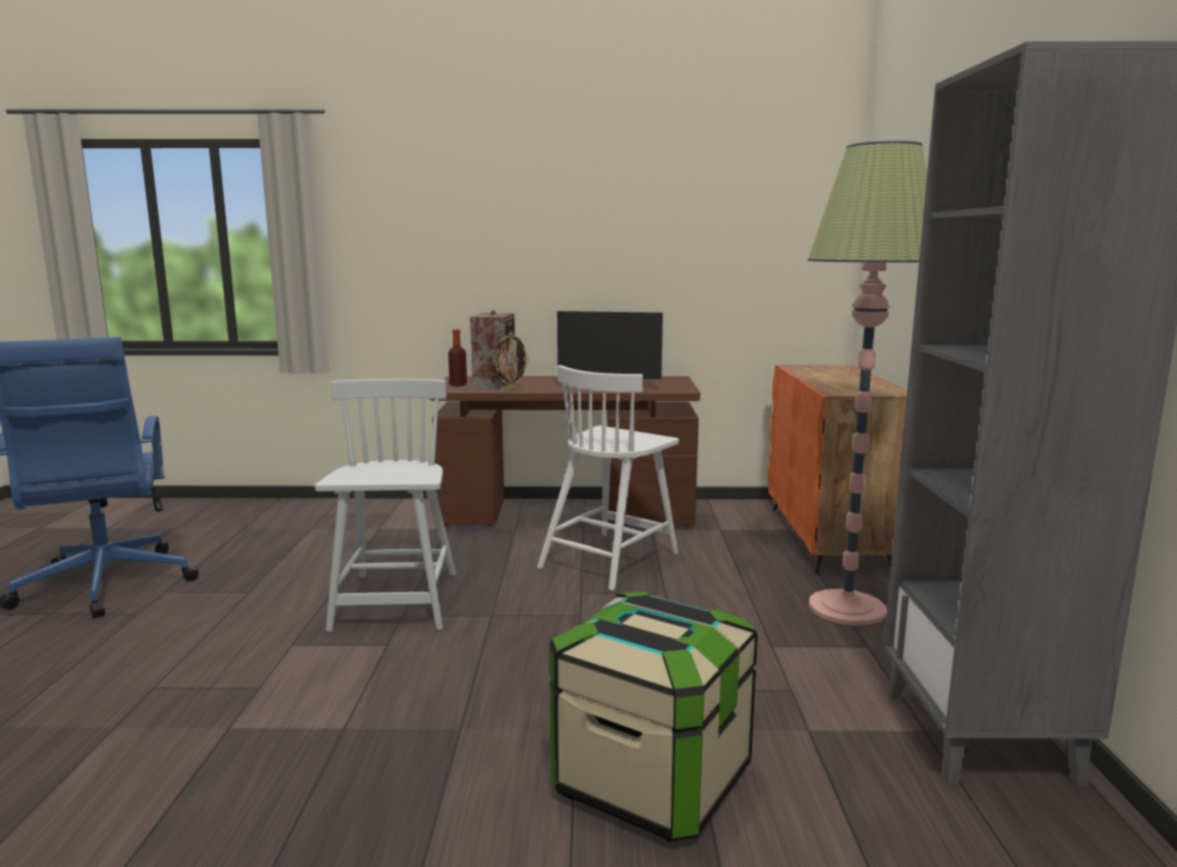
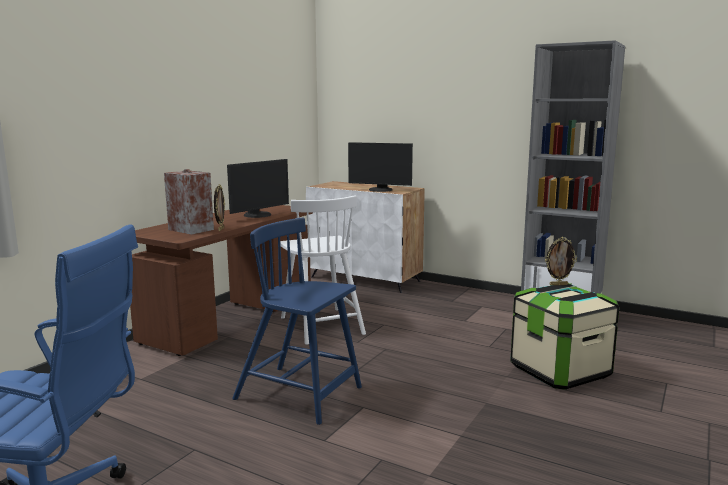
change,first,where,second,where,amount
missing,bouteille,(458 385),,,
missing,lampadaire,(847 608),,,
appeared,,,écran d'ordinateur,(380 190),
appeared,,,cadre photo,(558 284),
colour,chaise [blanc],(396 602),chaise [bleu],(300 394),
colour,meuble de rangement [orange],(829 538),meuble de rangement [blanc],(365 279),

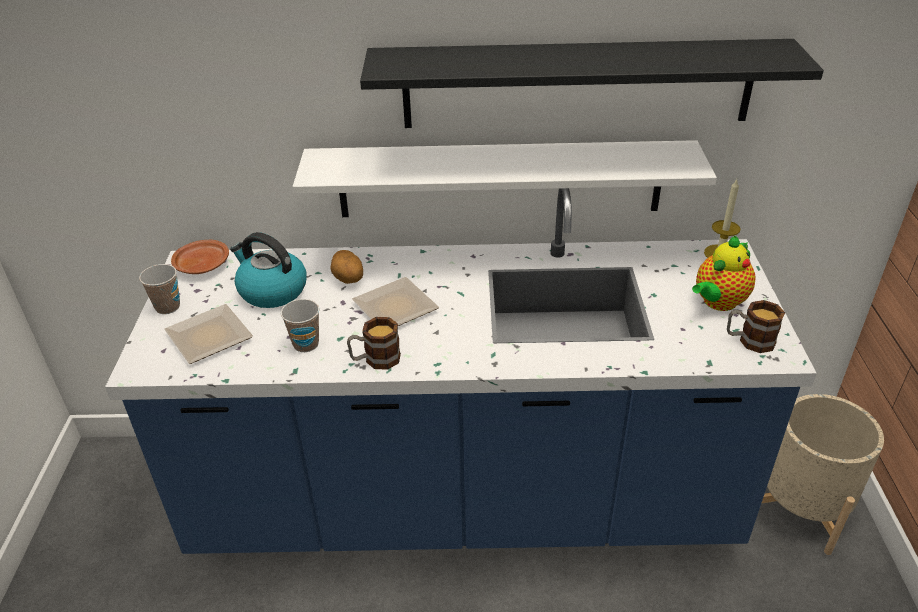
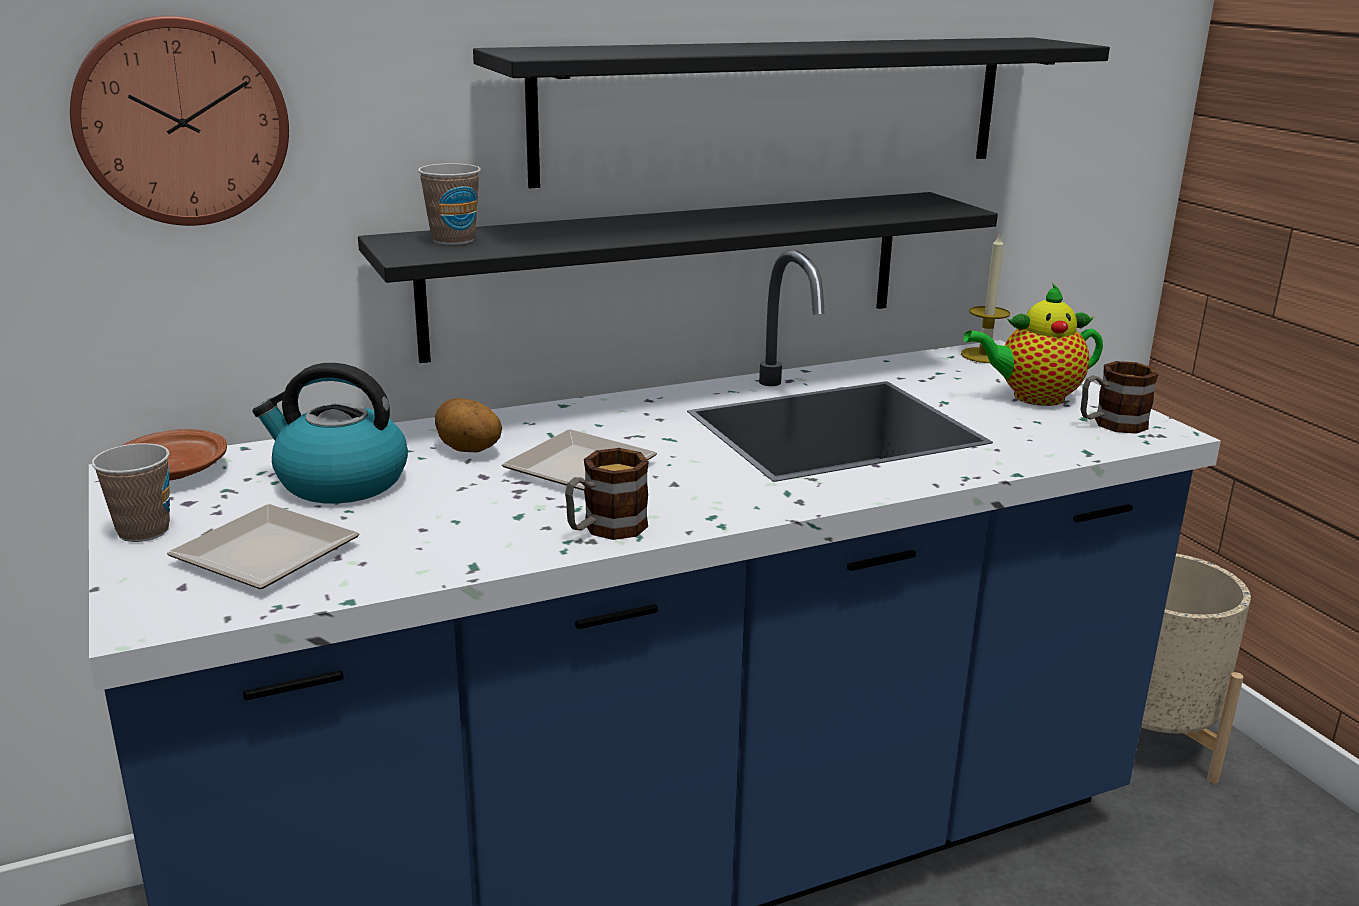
change,first,where,second,where,amount
appeared,,,horloge murale,(181 121),
relocated,tasse,(306 344),,(453 240),
colour,étagère [blanc],(500 179),étagère [noir],(671 273),
spun,théière,(718 302),,(1032 397),60 degrees clockwise

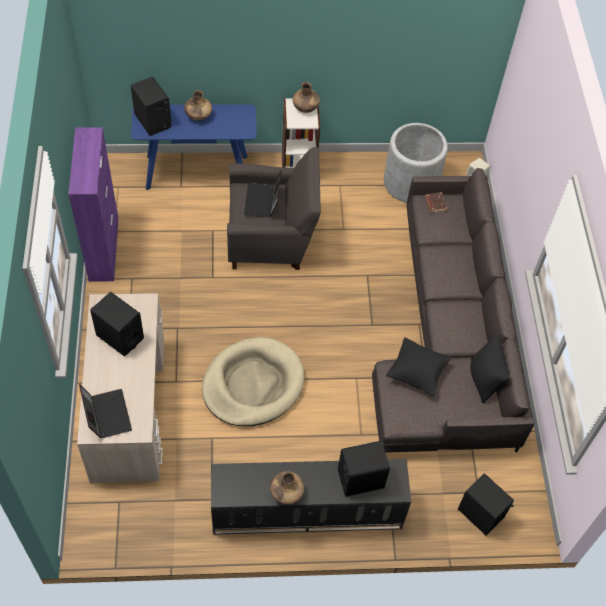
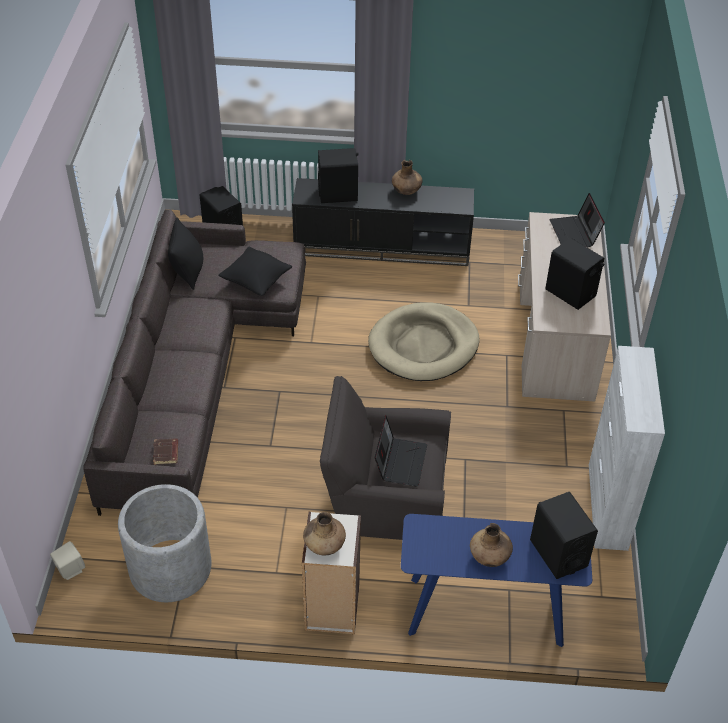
change,first,where,second,where,amount
colour,meuble de rangement [violet],(104 248),meuble de rangement [blanc],(607 507),

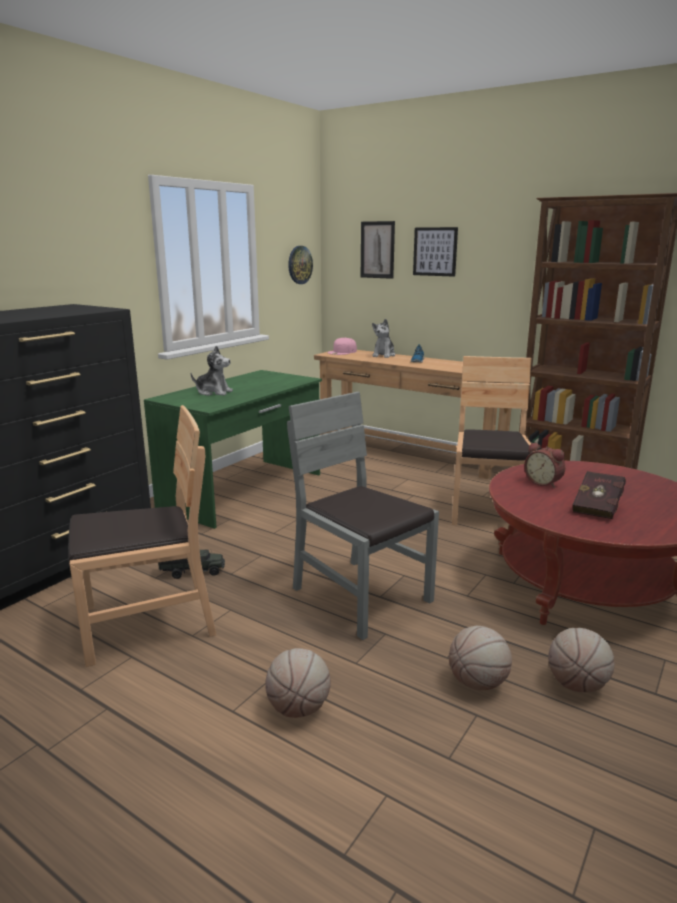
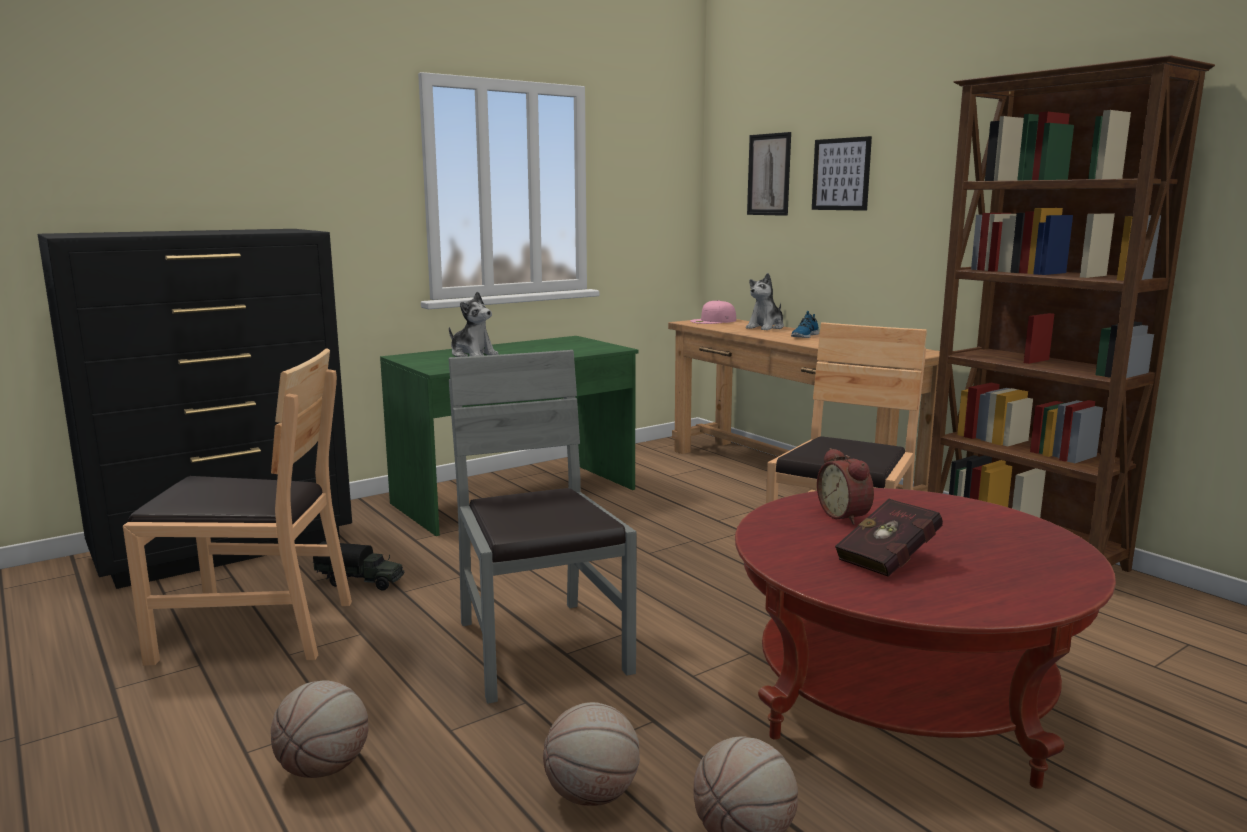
change,first,where,second,where,amount
missing,horloge murale,(299 265),,,

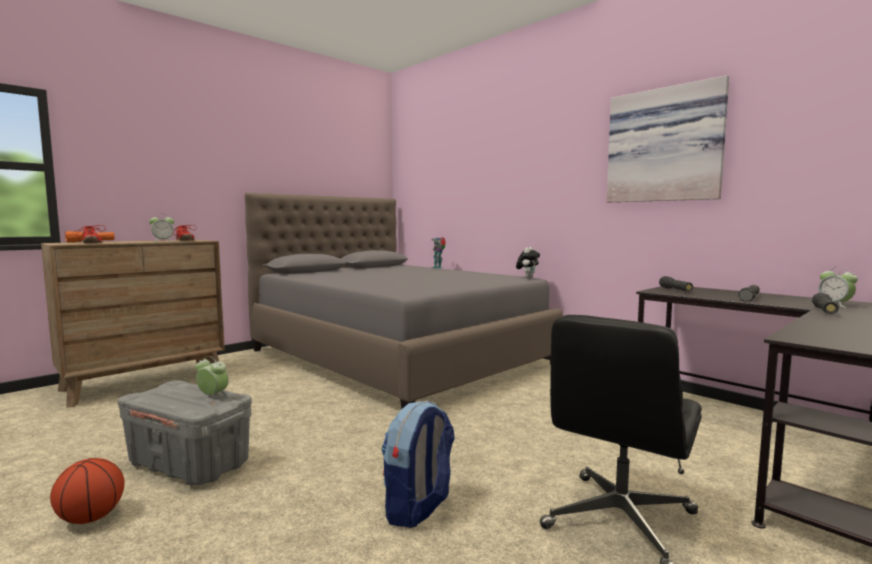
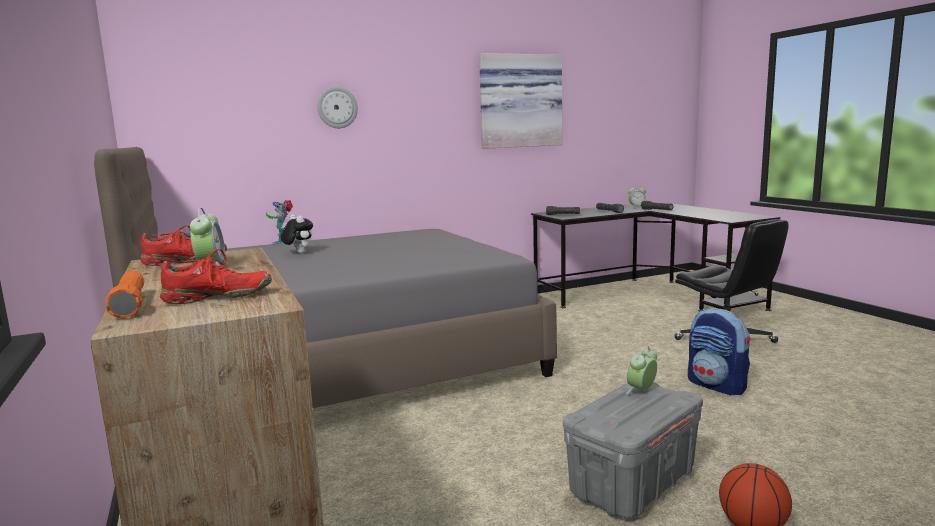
change,first,where,second,where,amount
appeared,,,horloge murale,(337 107),
relocated,peluche,(527 277),,(298 253),

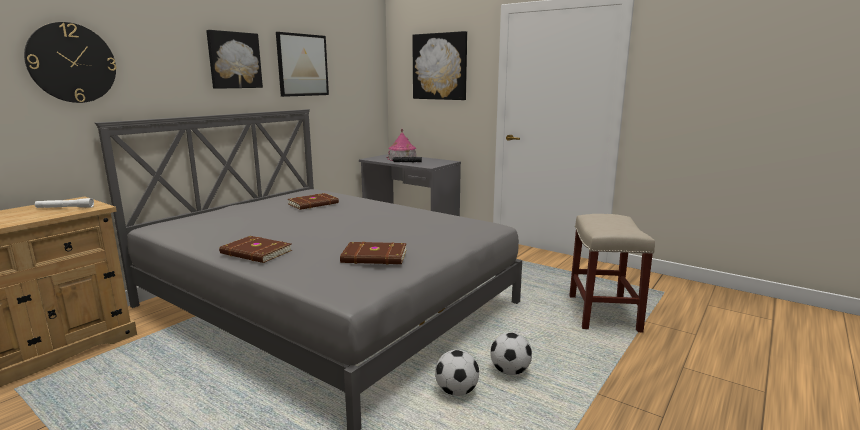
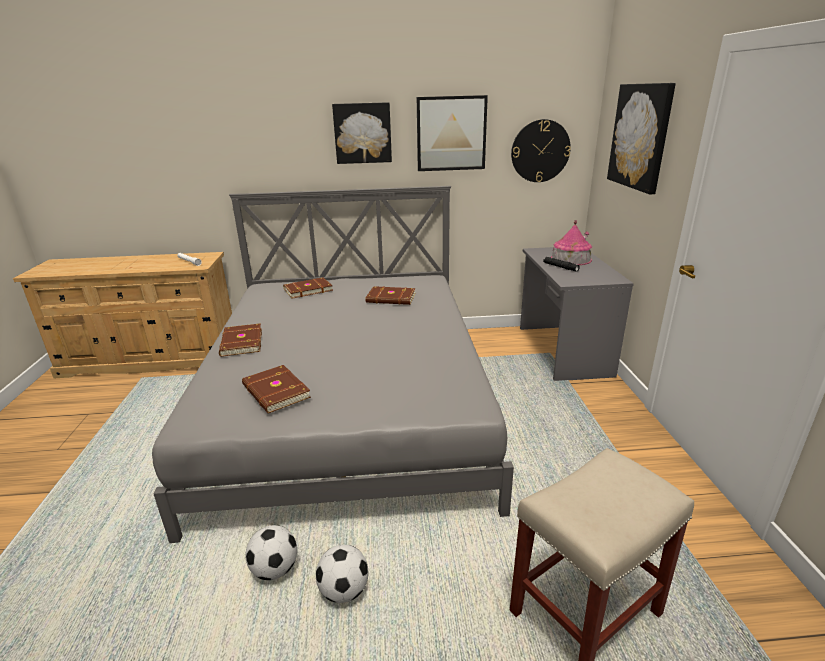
change,first,where,second,where,amount
appeared,,,livre [marron],(307 289),
relocated,horloge murale,(72 63),,(540 151),

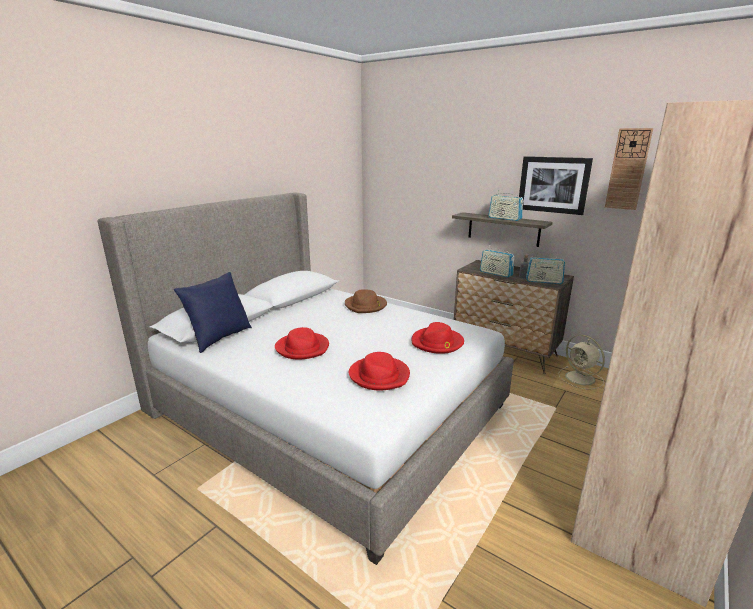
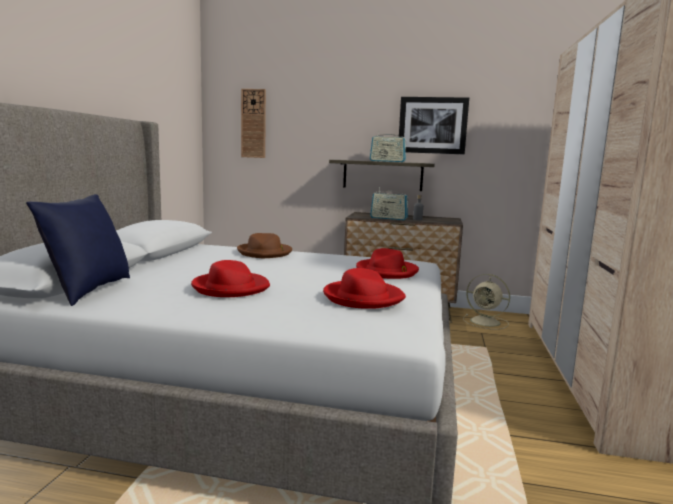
change,first,where,second,where,amount
missing,radio,(544 281),,,
relocated,horloge murale,(628 169),,(253 123),

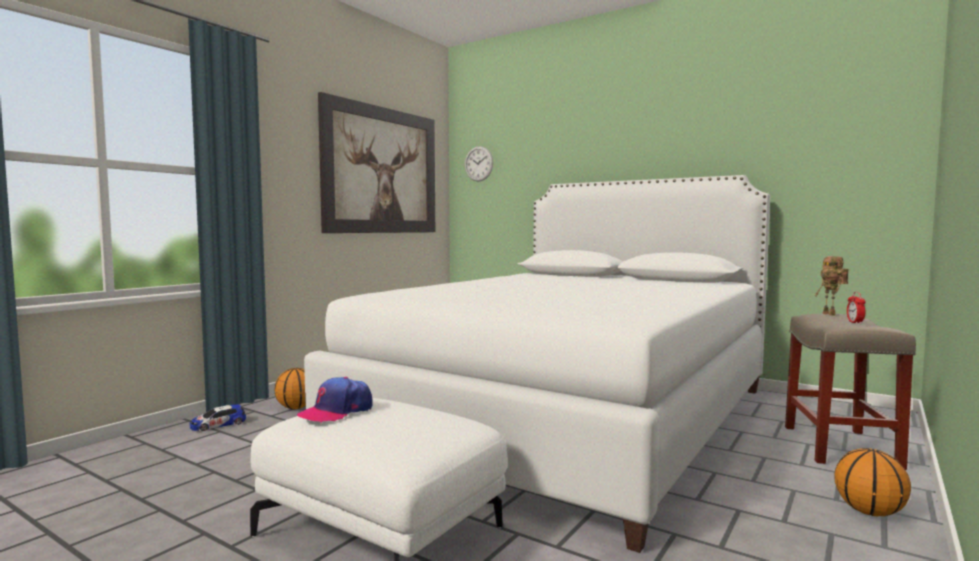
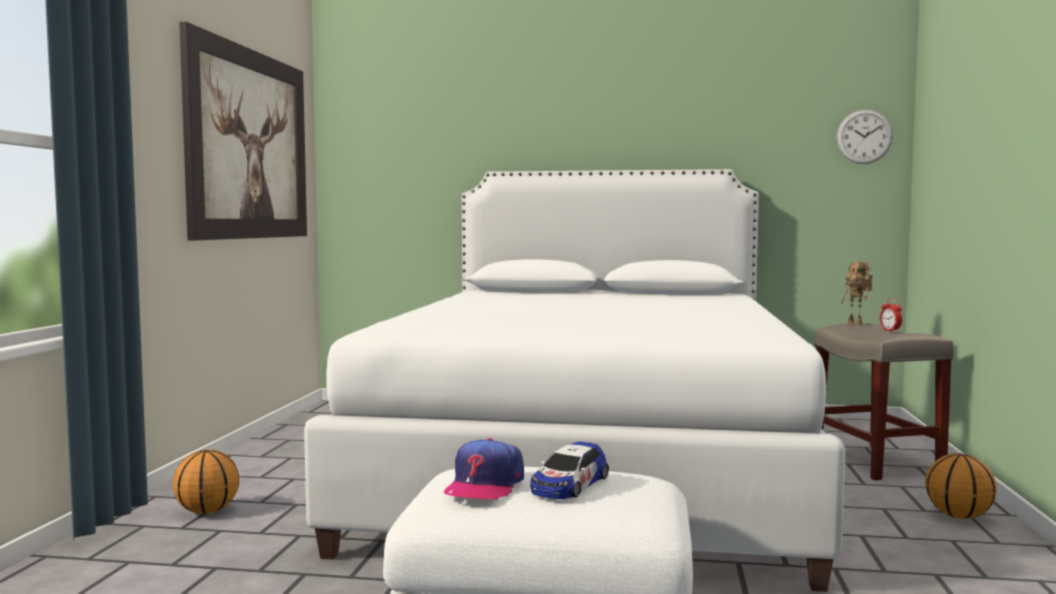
change,first,where,second,where,amount
relocated,petite voiture,(218 424),,(569 484),
relocated,horloge murale,(478 163),,(864 136),

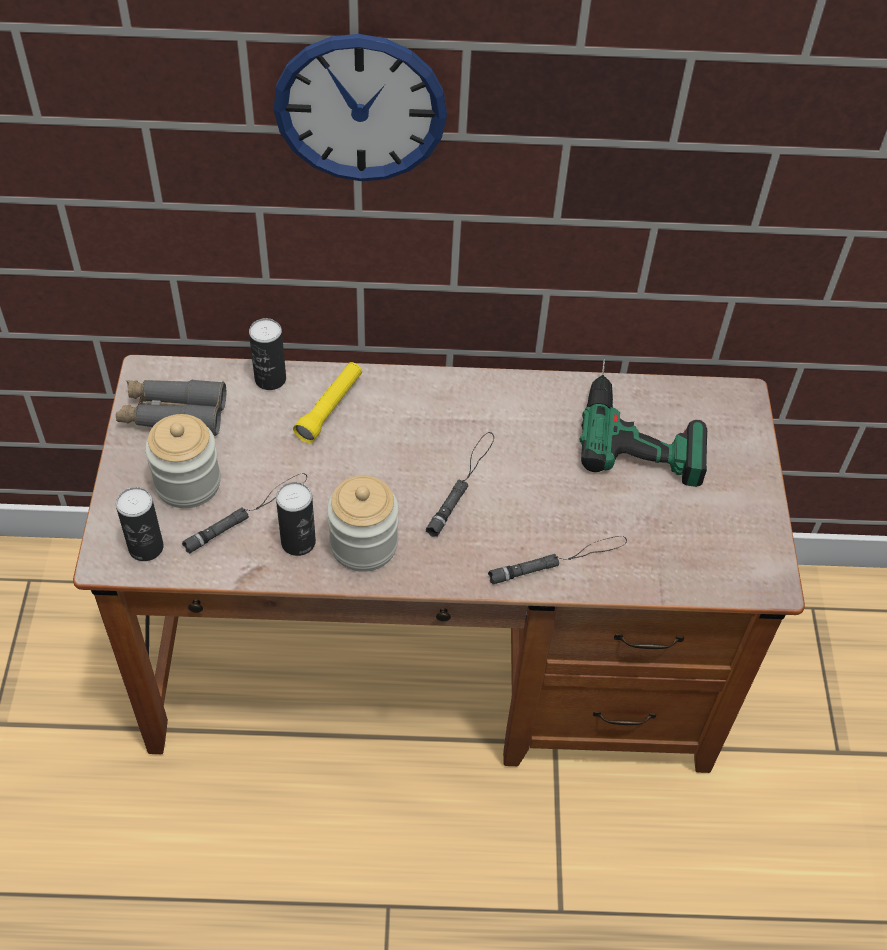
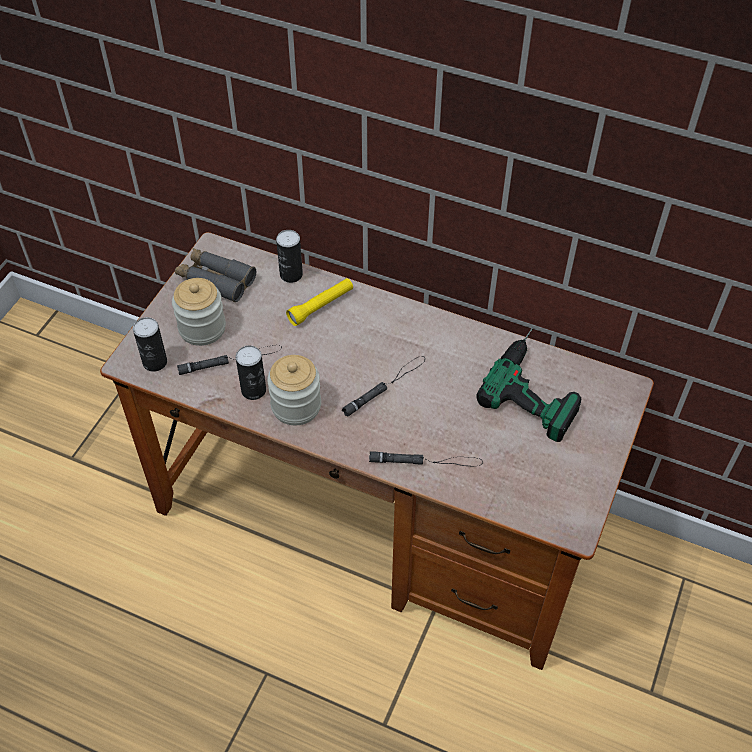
change,first,where,second,where,amount
missing,horloge murale,(360 109),,,

